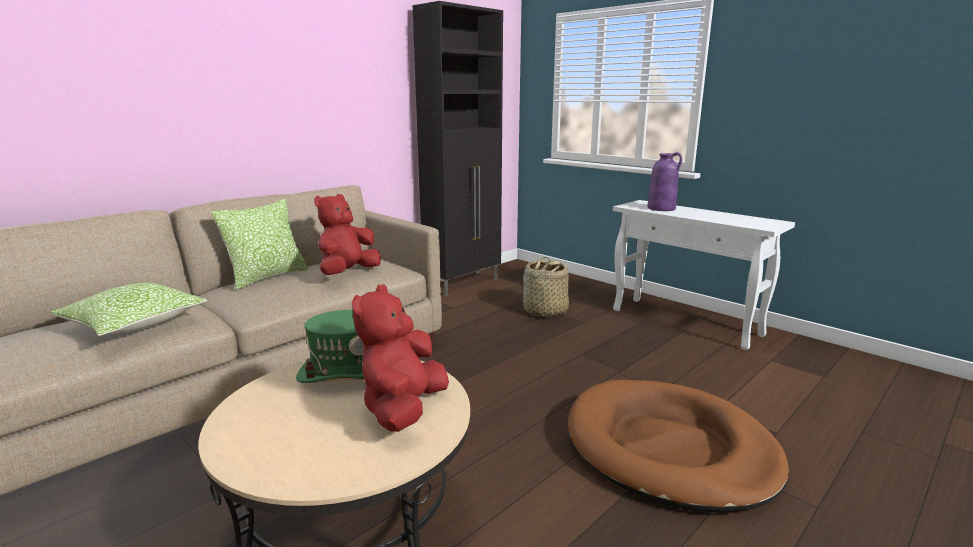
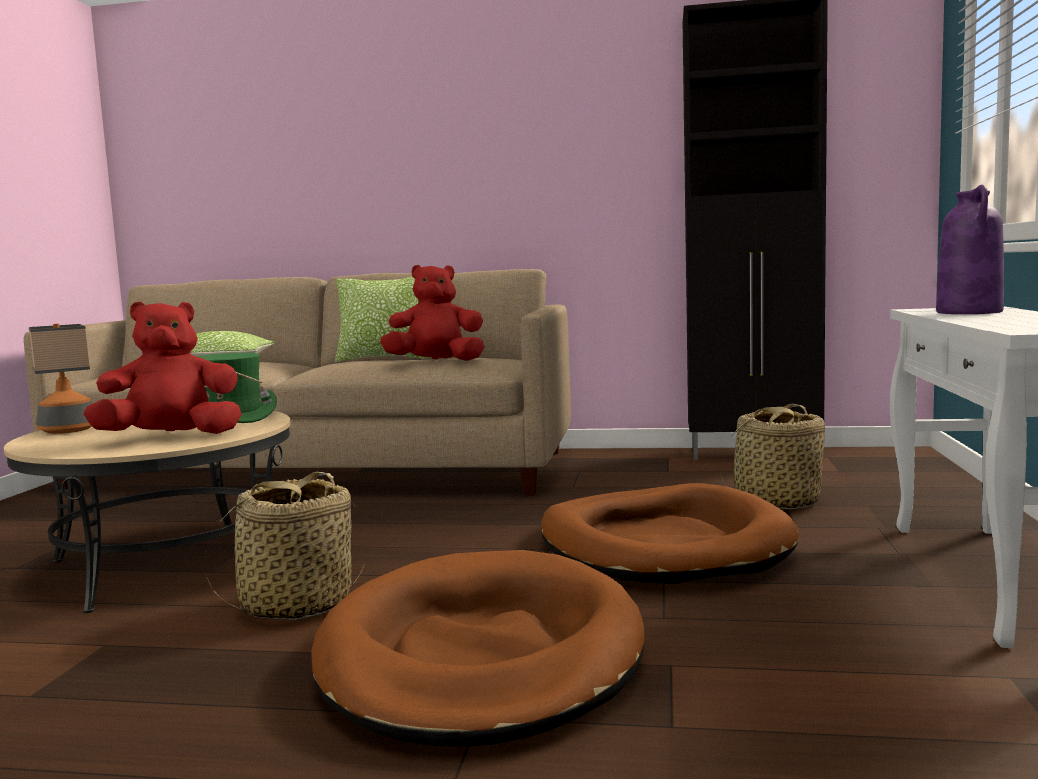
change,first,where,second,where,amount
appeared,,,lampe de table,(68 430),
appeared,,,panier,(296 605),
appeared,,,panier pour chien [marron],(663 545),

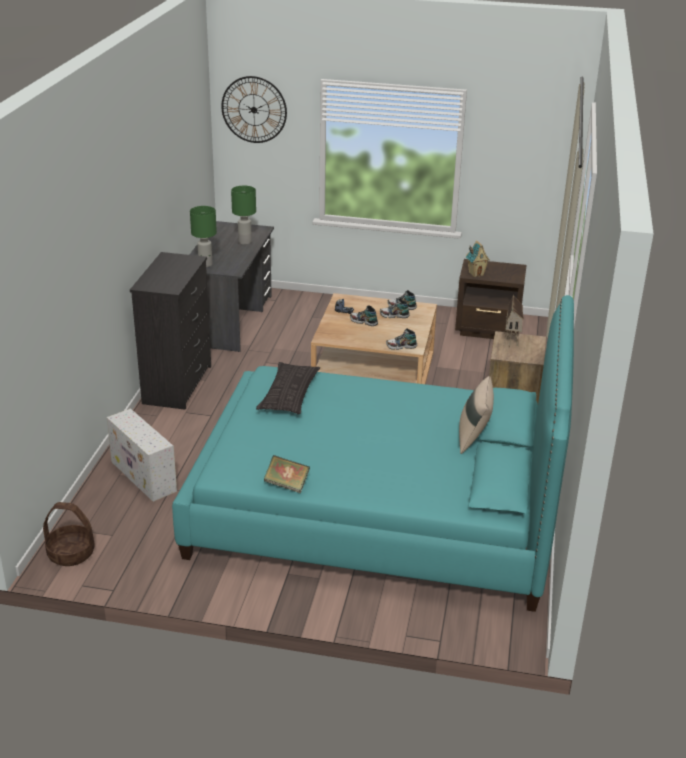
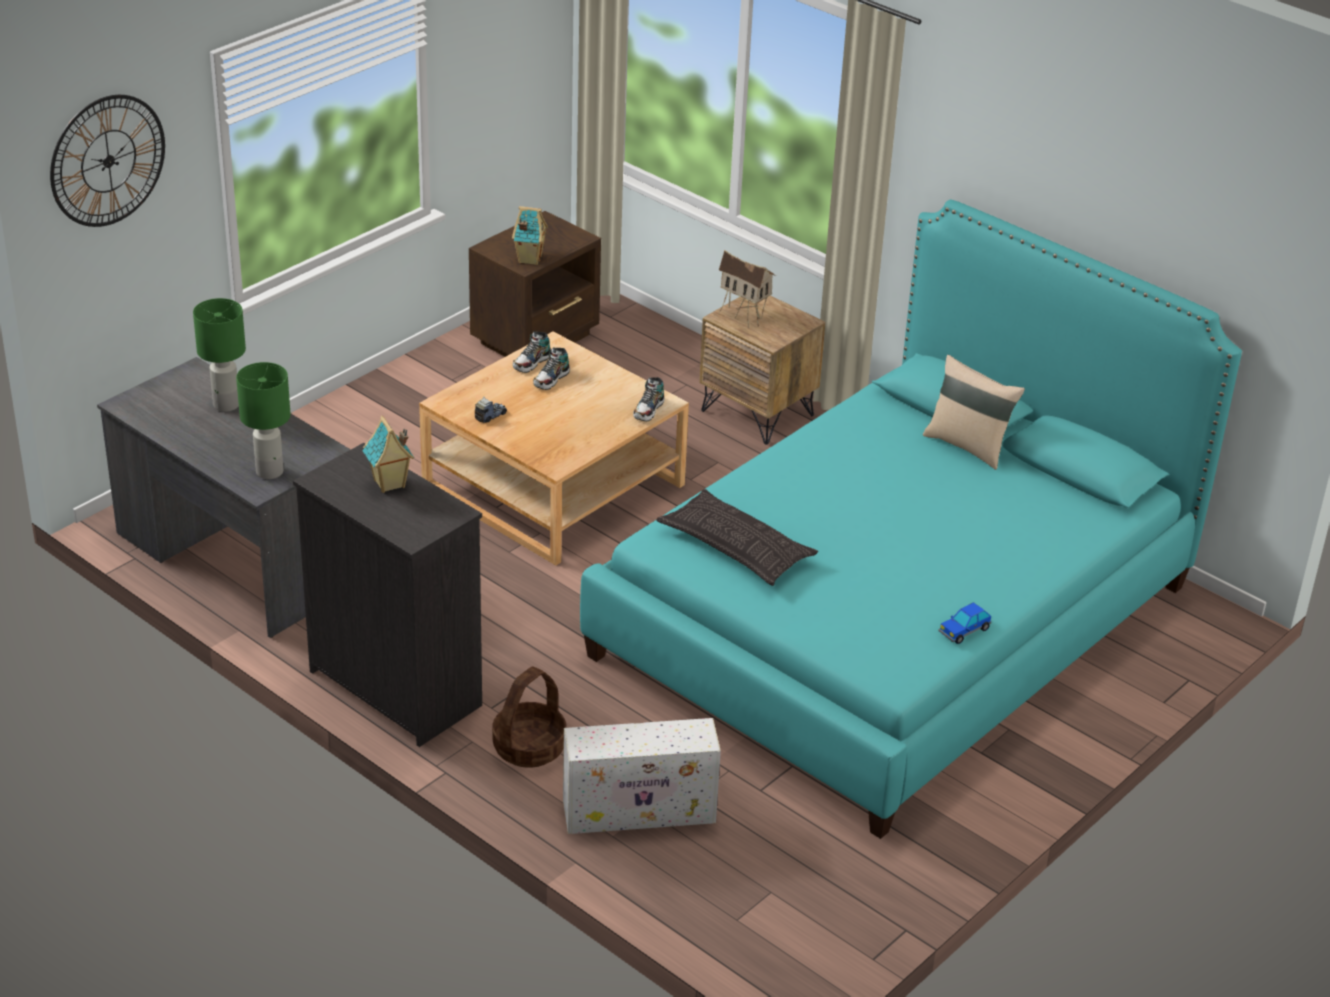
change,first,where,second,where,amount
missing,chaussure,(363 322),,,
appeared,,,maison miniature,(389 484),
relocated,panier,(70 554),,(529 748),
exchanged,livre,(287 484),petite voiture,(964 631),

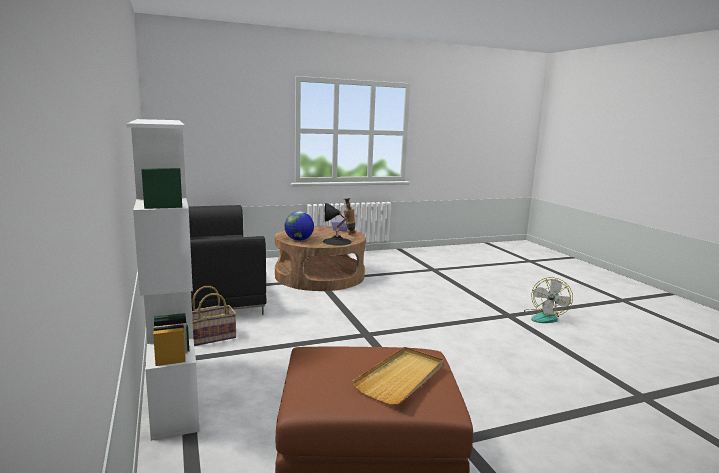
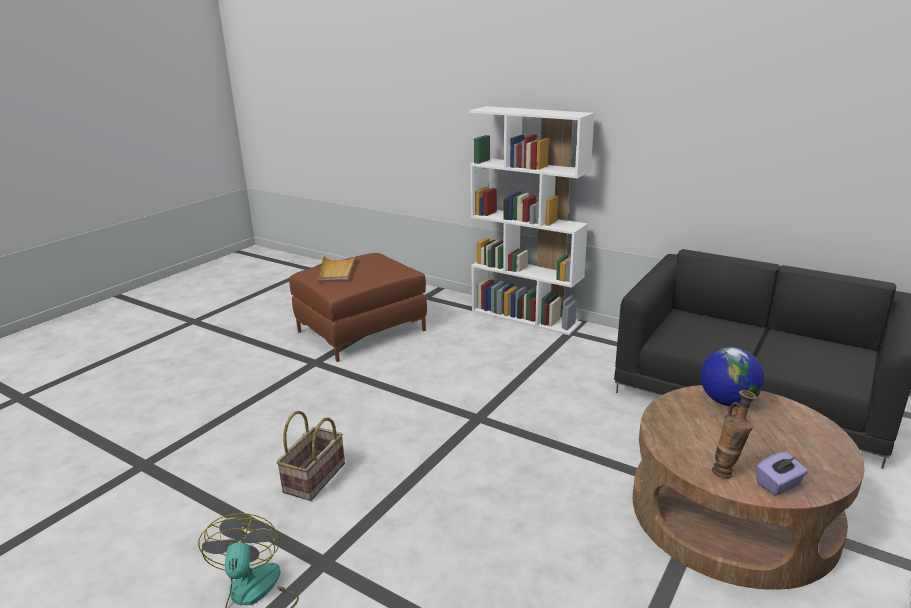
change,first,where,second,where,amount
missing,lampe de table [noir],(336 241),,,
relocated,panier,(211 337),,(315 478),

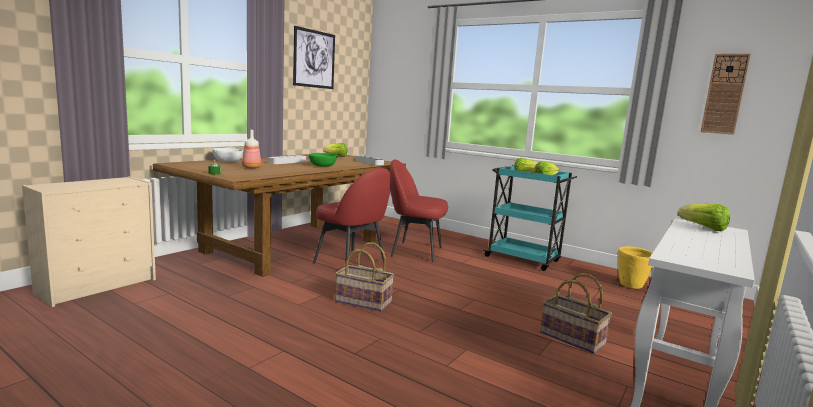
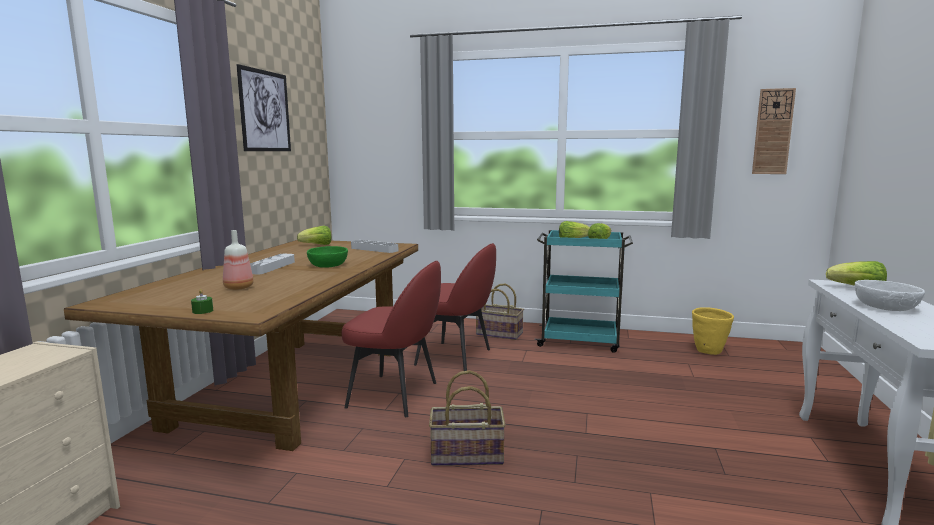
change,first,where,second,where,amount
relocated,bol [blanc],(228 161),,(885 307),
relocated,panier,(571 338),,(499 334),
spun,chaise [rouge],(415 251),,(455 357),150 degrees counterclockwise

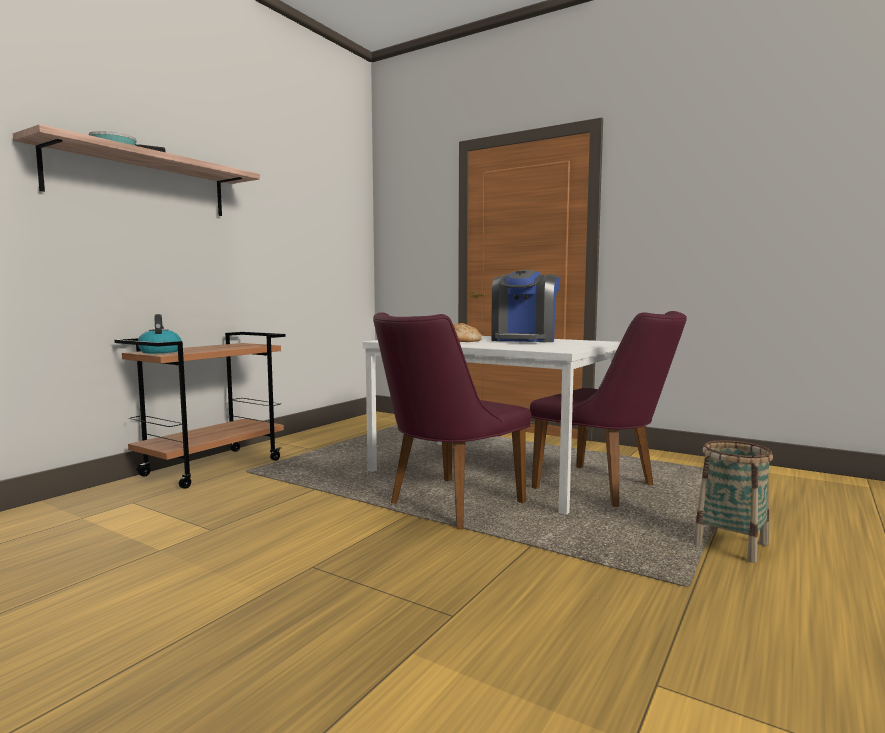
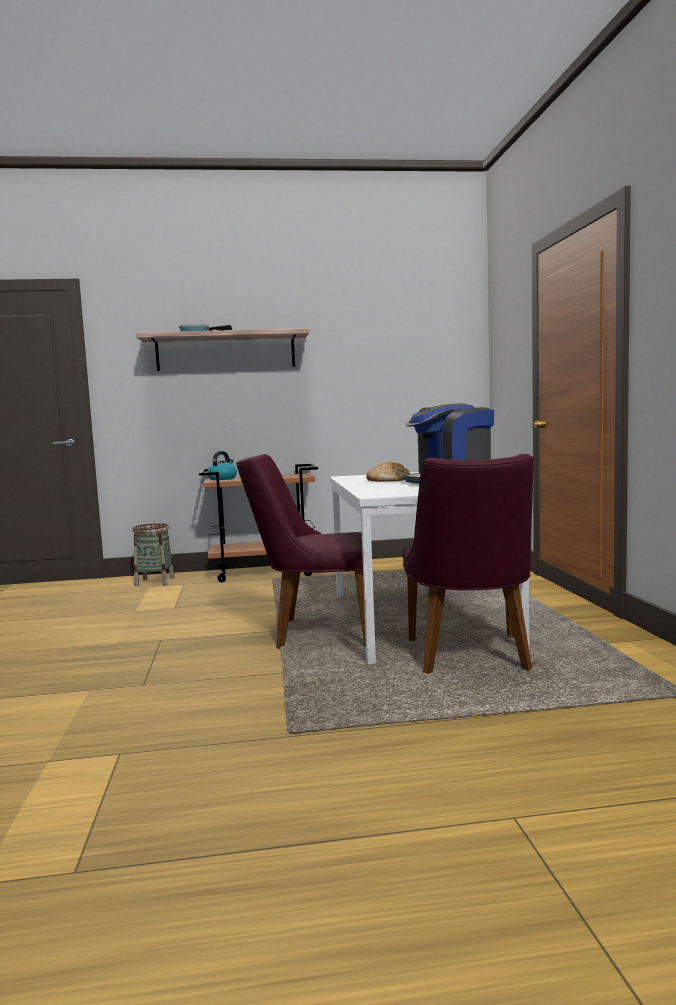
change,first,where,second,where,amount
relocated,panier,(731 545),,(154 582),

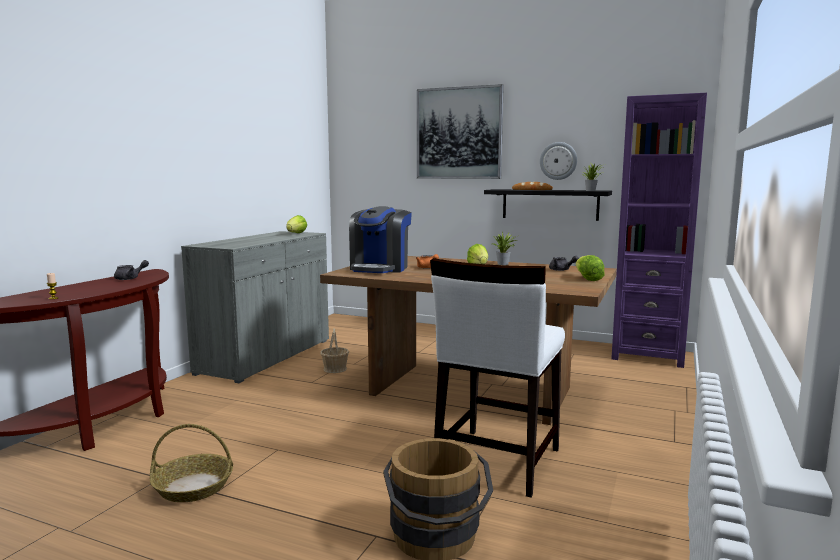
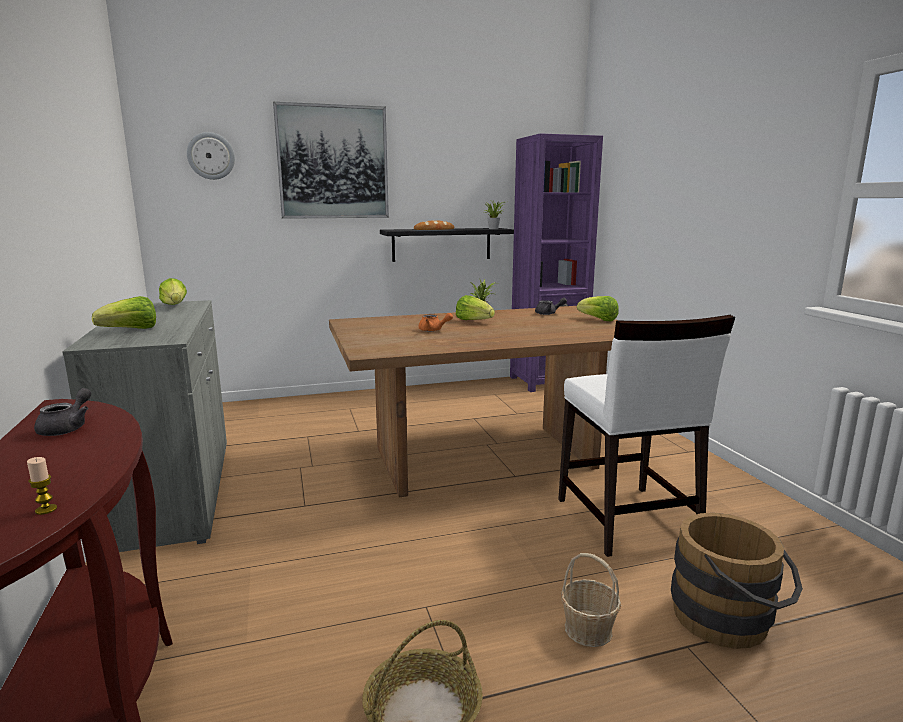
change,first,where,second,where,amount
missing,machine à café,(380 268),,,
appeared,,,laitue,(131 330),
relocated,panier,(335 369),,(588 629),
relocated,horloge murale,(558 161),,(211 156),

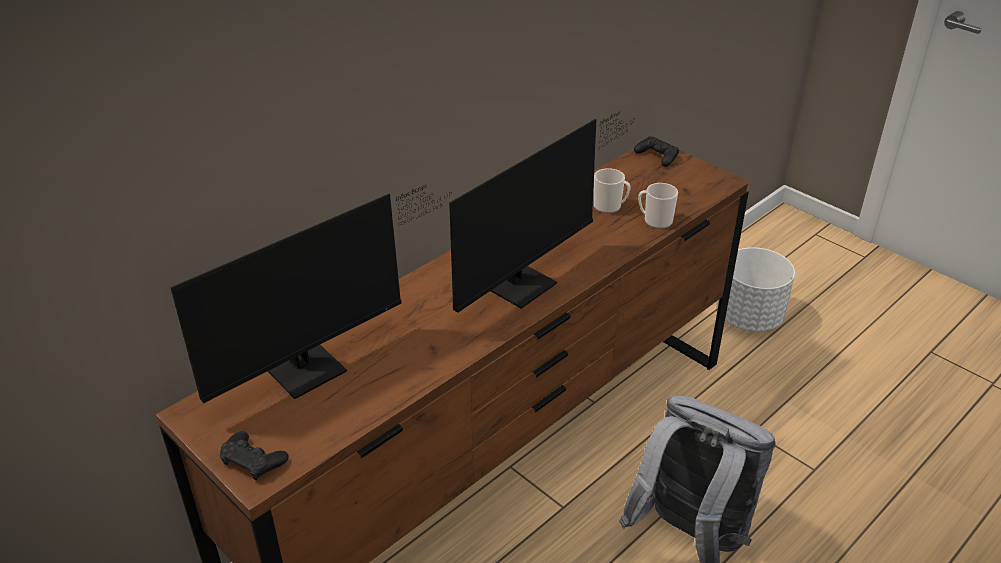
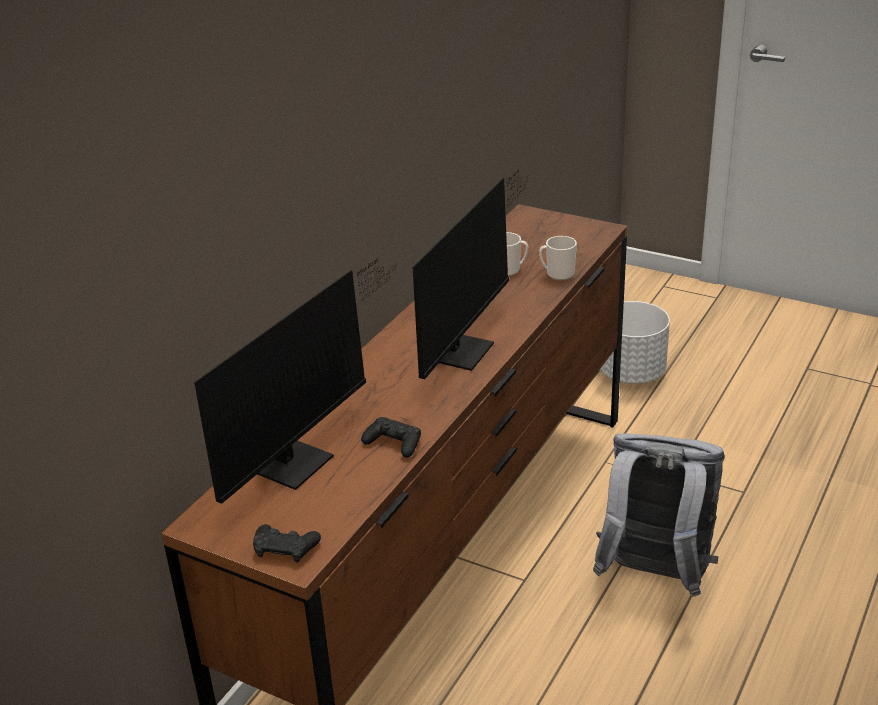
change,first,where,second,where,amount
relocated,manette [noir],(657 156),,(393 443),

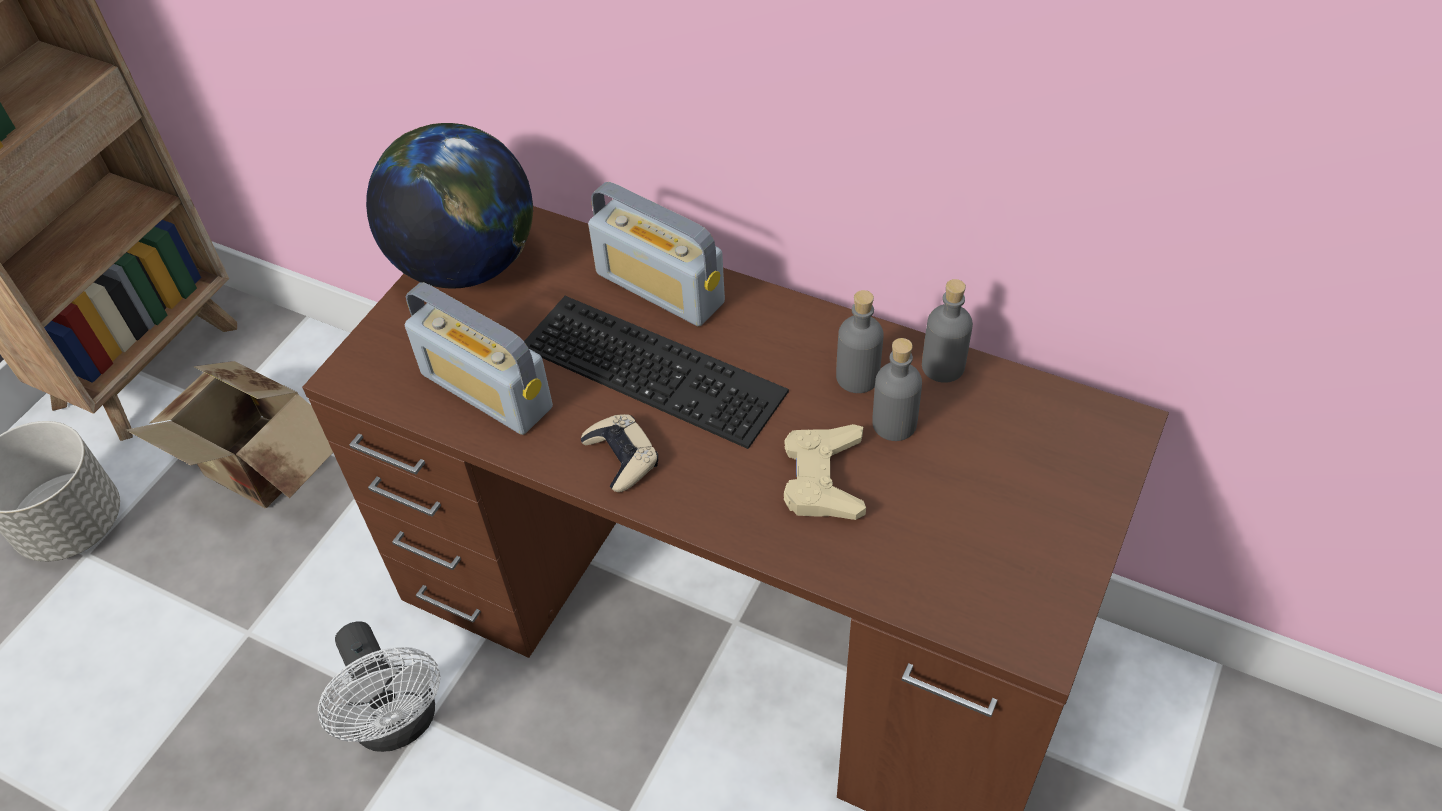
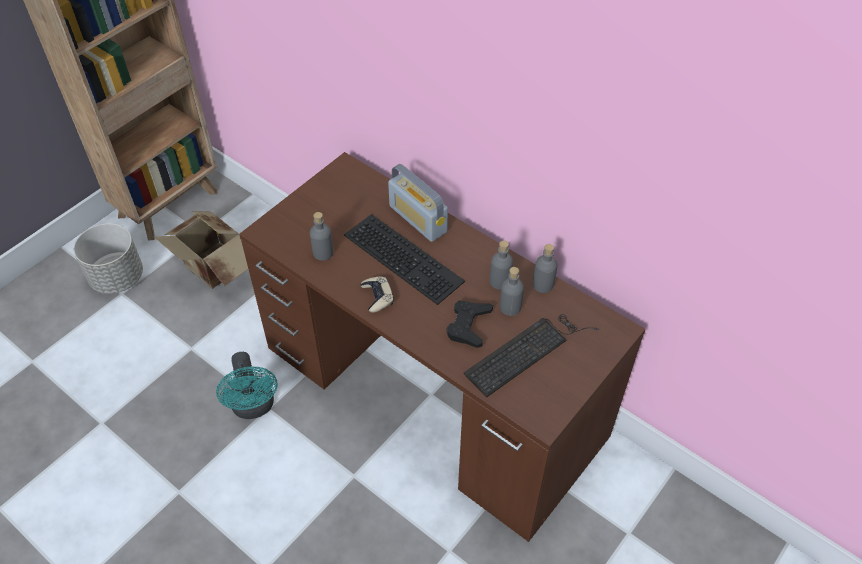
change,first,where,second,where,amount
missing,globe,(467 265),,,
appeared,,,clavier,(527 351),
exchanged,radio,(486 391),bouteille [gris],(323 253),
colour,ventilateur [blanc],(399 724),ventilateur [turquoise],(254 407),
colour,manette [beige],(823 478),manette [noir],(468 326),

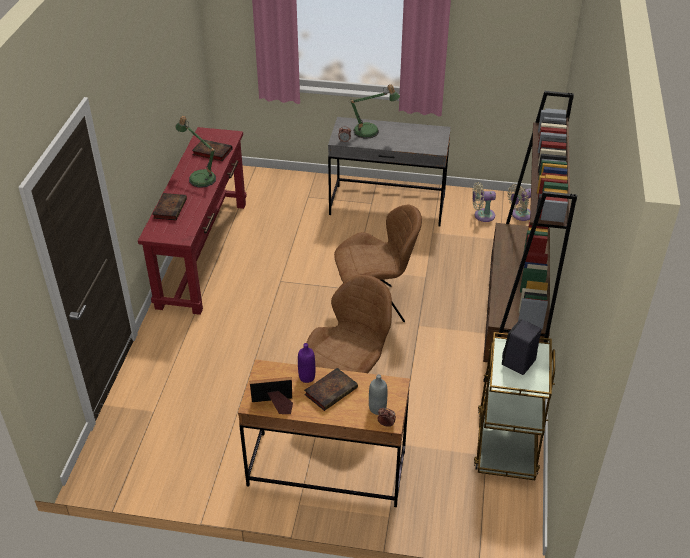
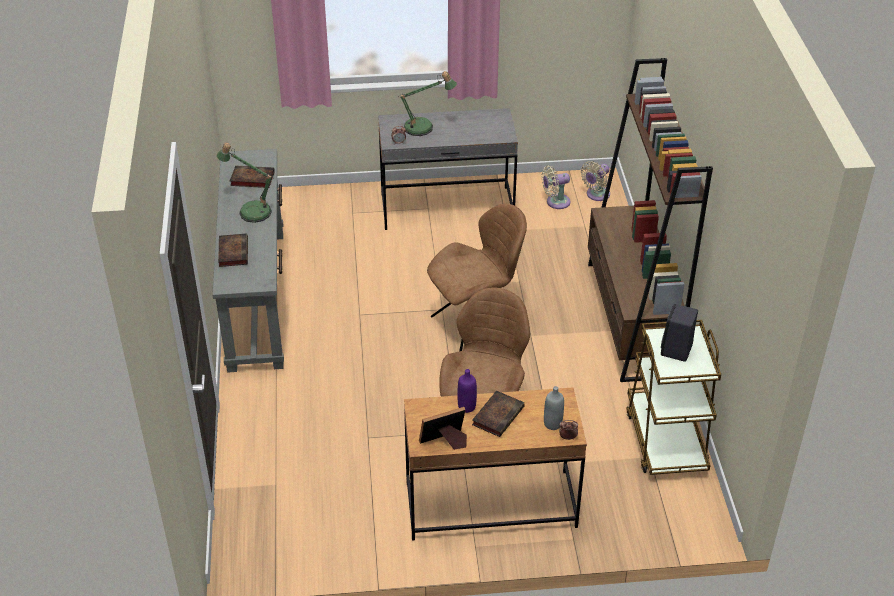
change,first,where,second,where,amount
colour,table console [rouge],(203 253),table console [gris],(257 298),

